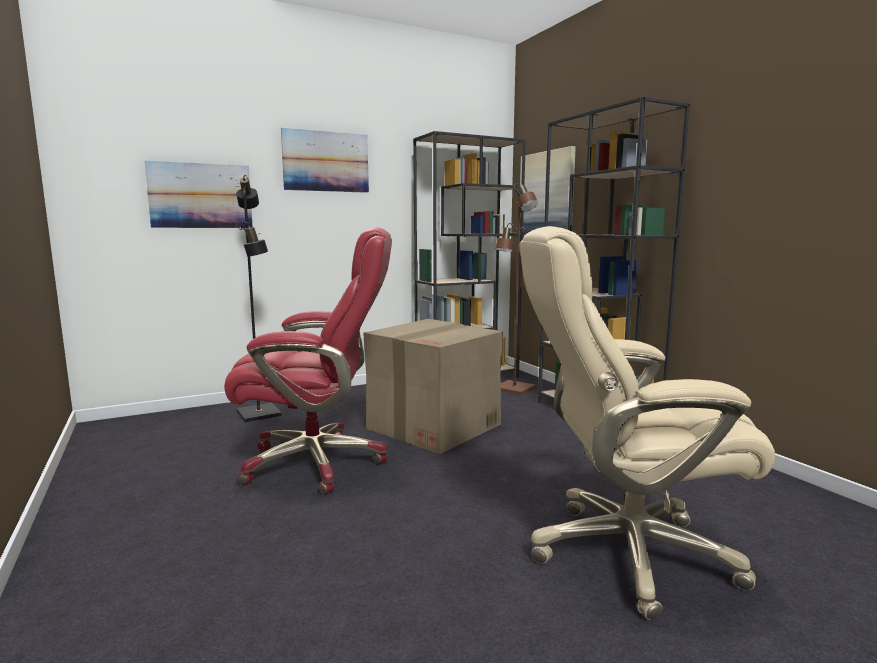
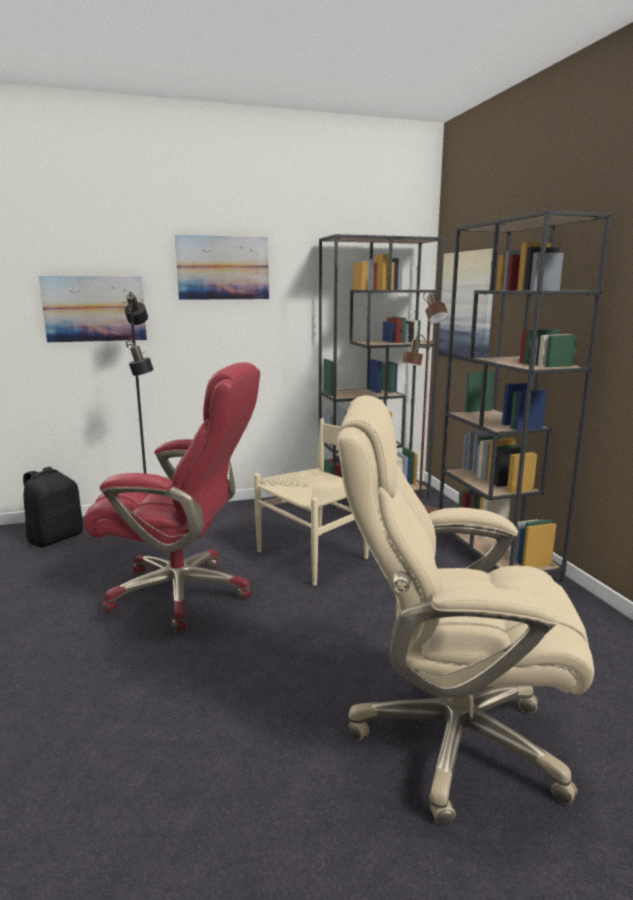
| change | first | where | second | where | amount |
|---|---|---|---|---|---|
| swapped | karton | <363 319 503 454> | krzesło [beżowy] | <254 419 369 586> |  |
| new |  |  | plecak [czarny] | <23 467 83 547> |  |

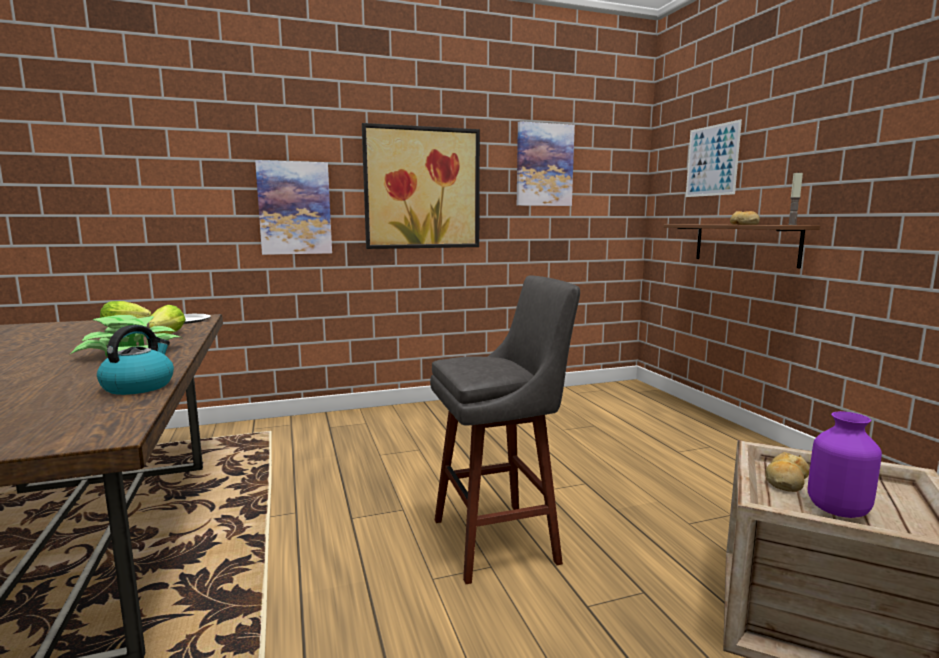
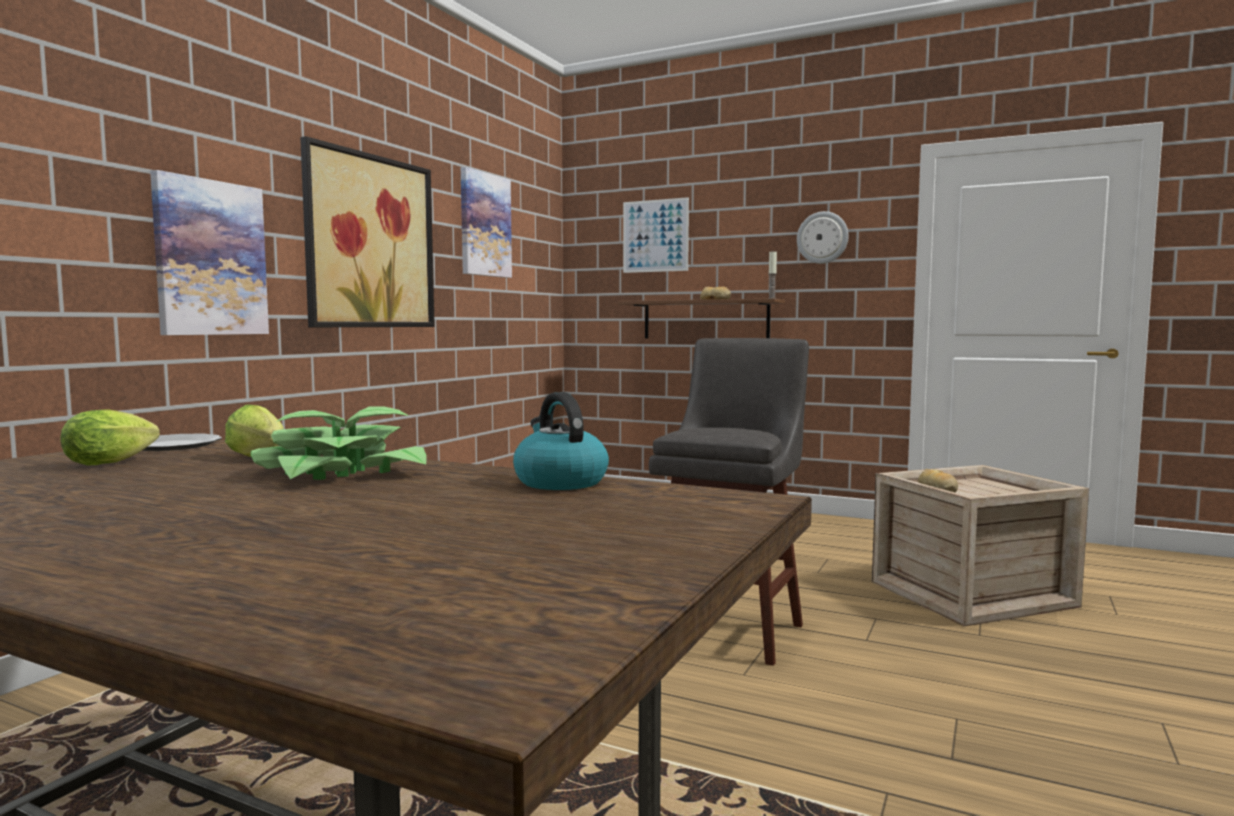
| change | first | where | second | where | amount |
|---|---|---|---|---|---|
| gone | wazon [fioletowy] | <808 411 882 518> |  |  |  |
| new |  |  | zegar ścienny | <797 211 849 264> |  |

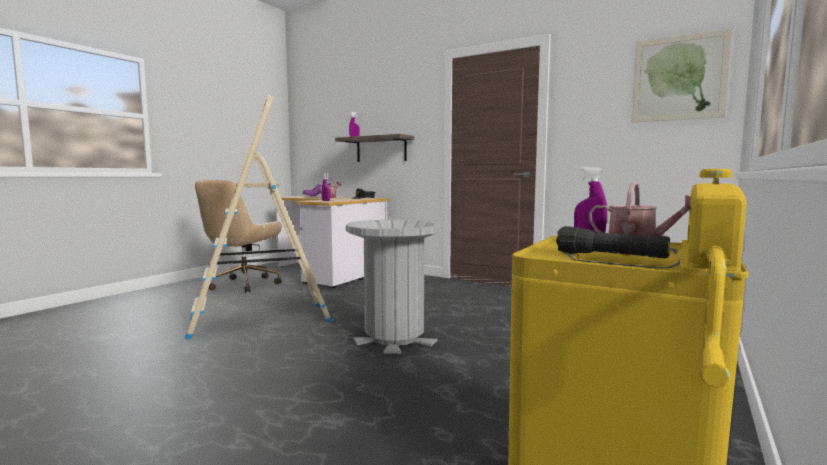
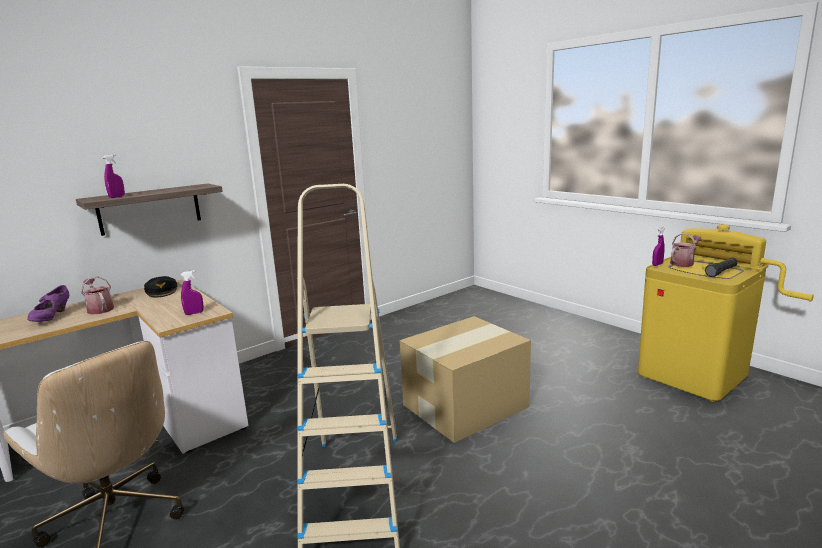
| change | first | where | second | where | amount |
|---|---|---|---|---|---|
| swapped | kosz na śmieci [szary] | <346 220 442 354> | karton | <400 316 531 443> |  |
| gone | obraz | <631 28 732 122> |  |  |  |

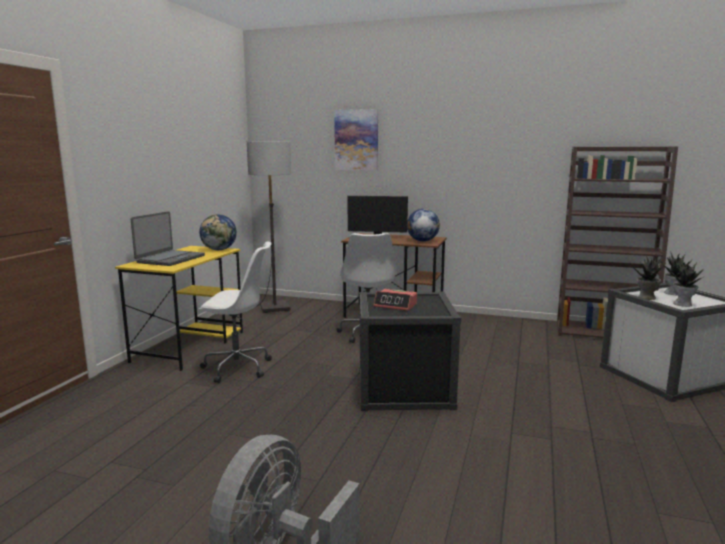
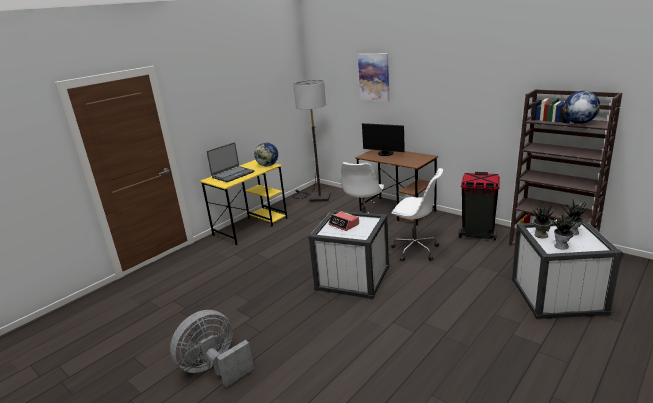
| change | first | where | second | where | amount |
|---|---|---|---|---|---|
| shifted | krzesło biurowe [biały] | <198 241 272 383> |  | <391 168 443 262> |  |
| repainted | pojemnik do przechowywania [czarny] | <359 292 461 411> | pojemnik do przechowywania [biały] | <308 210 389 299> |  |
| shifted | globus | <407 209 440 242> |  | <563 91 600 124> |  |
| new |  |  | kosz na śmieci [czarny] | <459 172 500 241> |  |

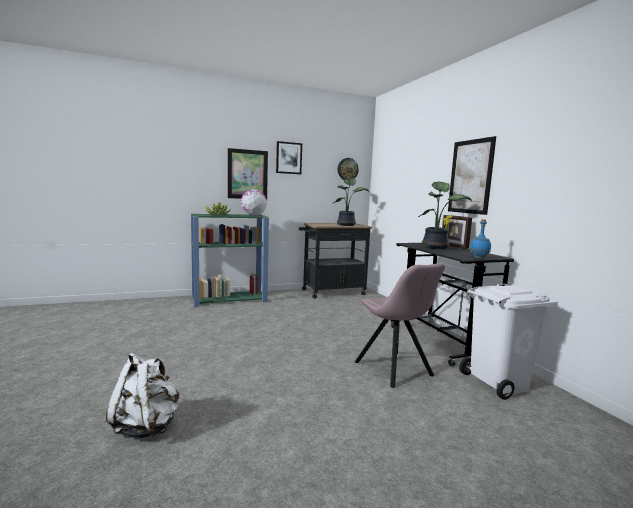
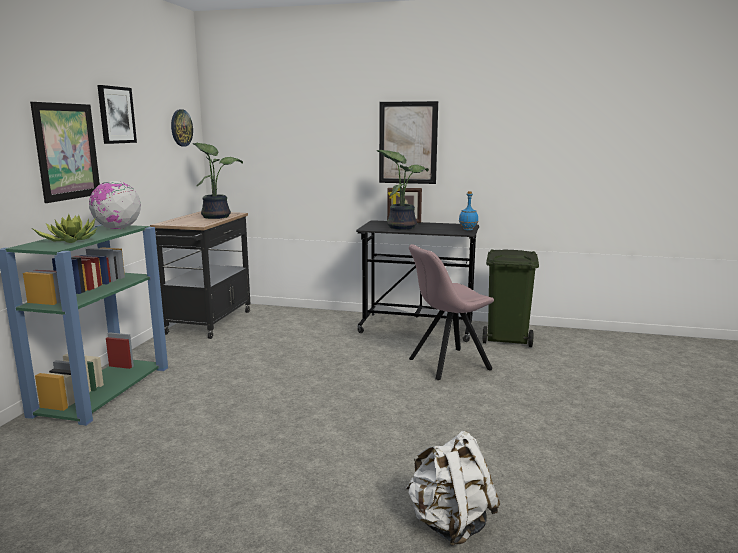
| change | first | where | second | where | amount |
|---|---|---|---|---|---|
| rotated | krzesło [różowy] | <355 263 445 388> |  | <409 244 494 380> | 150 degrees clockwise |
| repainted | kosz na śmieci [biały] | <459 284 558 400> | kosz na śmieci [zielony] | <482 249 539 347> |  |

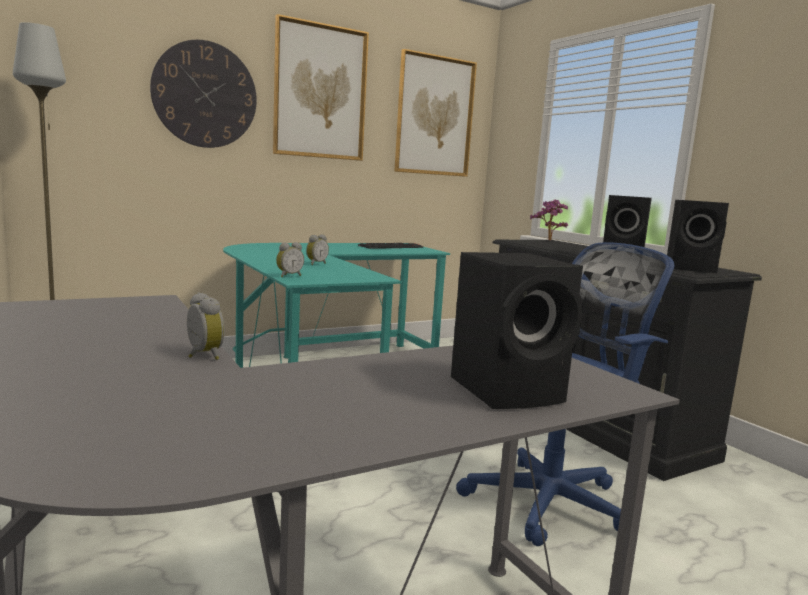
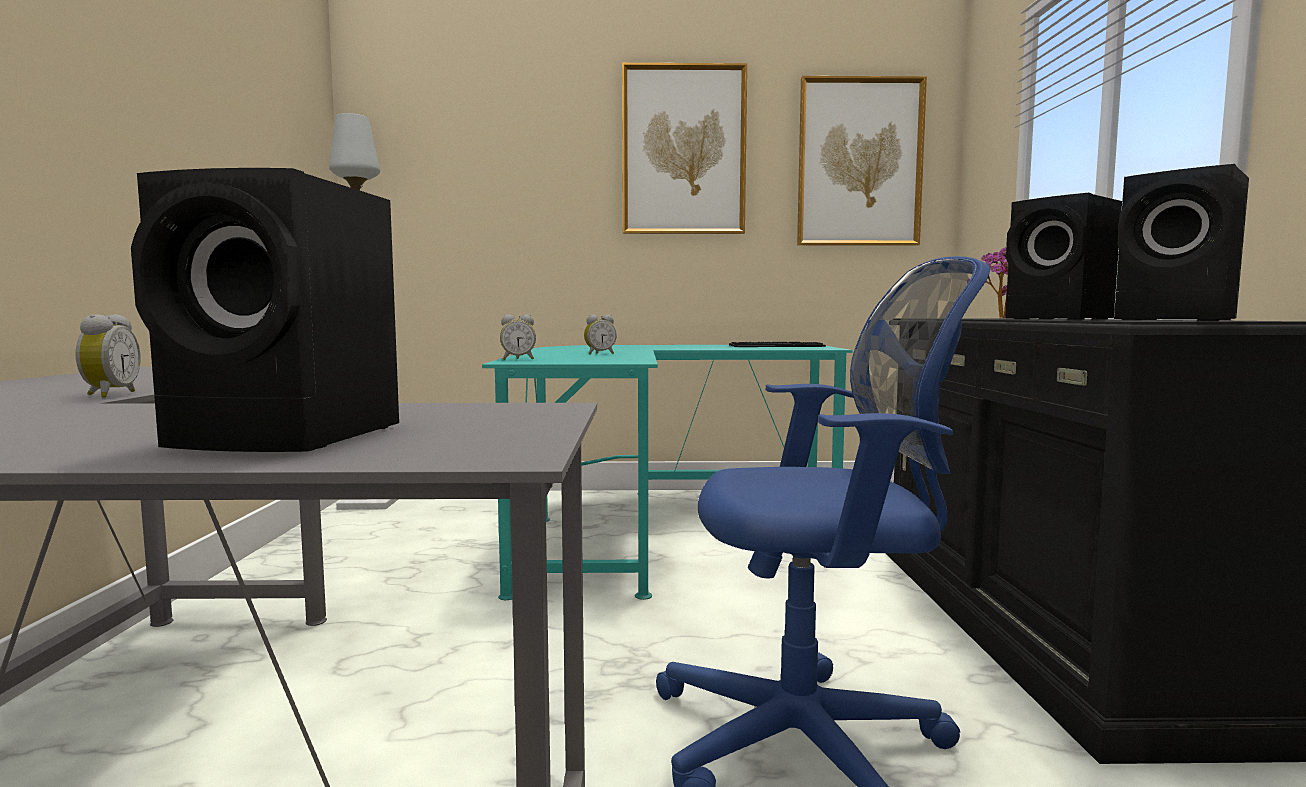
| change | first | where | second | where | amount |
|---|---|---|---|---|---|
| gone | zegar ścienny | <150 40 257 148> |  |  |  |

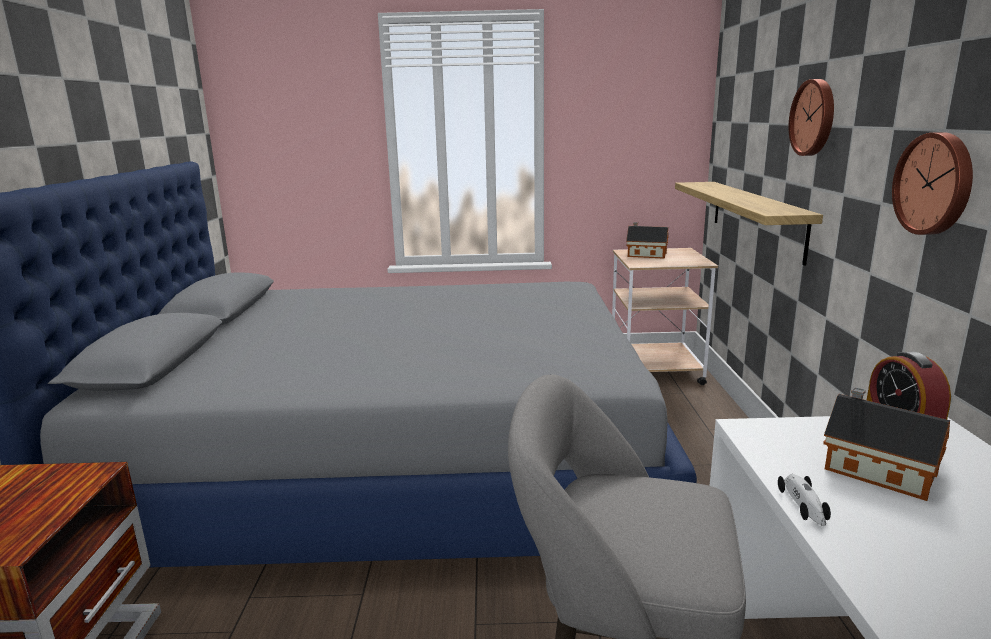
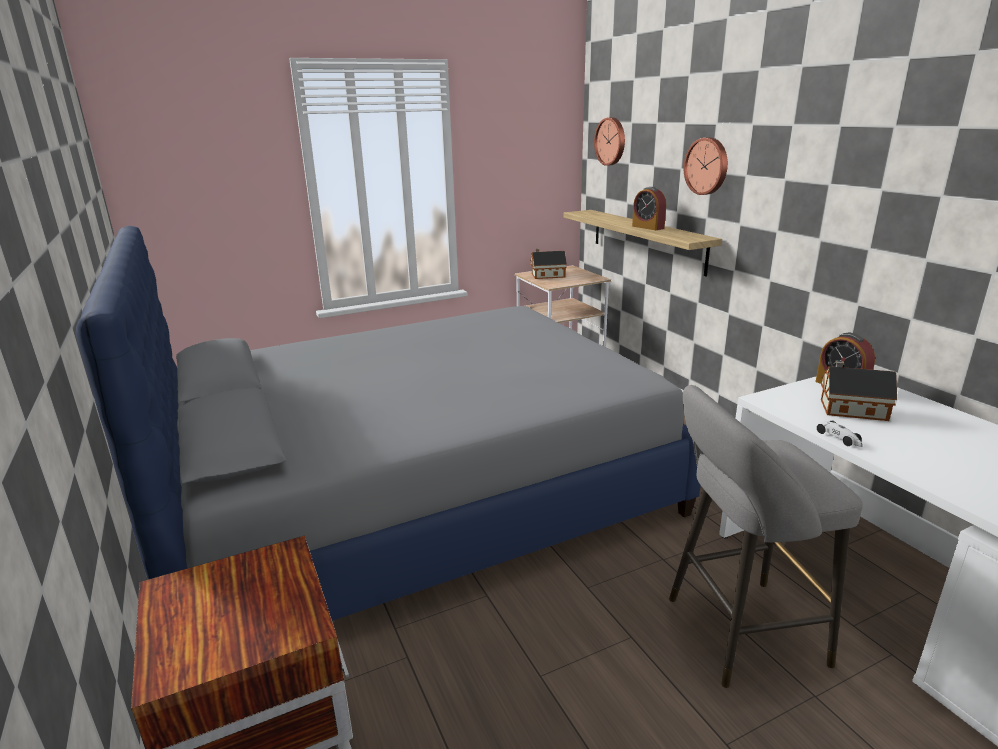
| change | first | where | second | where | amount |
|---|---|---|---|---|---|
| shifted | zegar ścienny | <892 132 973 235> |  | <594 117 625 166> |  |
| new |  |  | budzik | <632 187 666 230> |  |

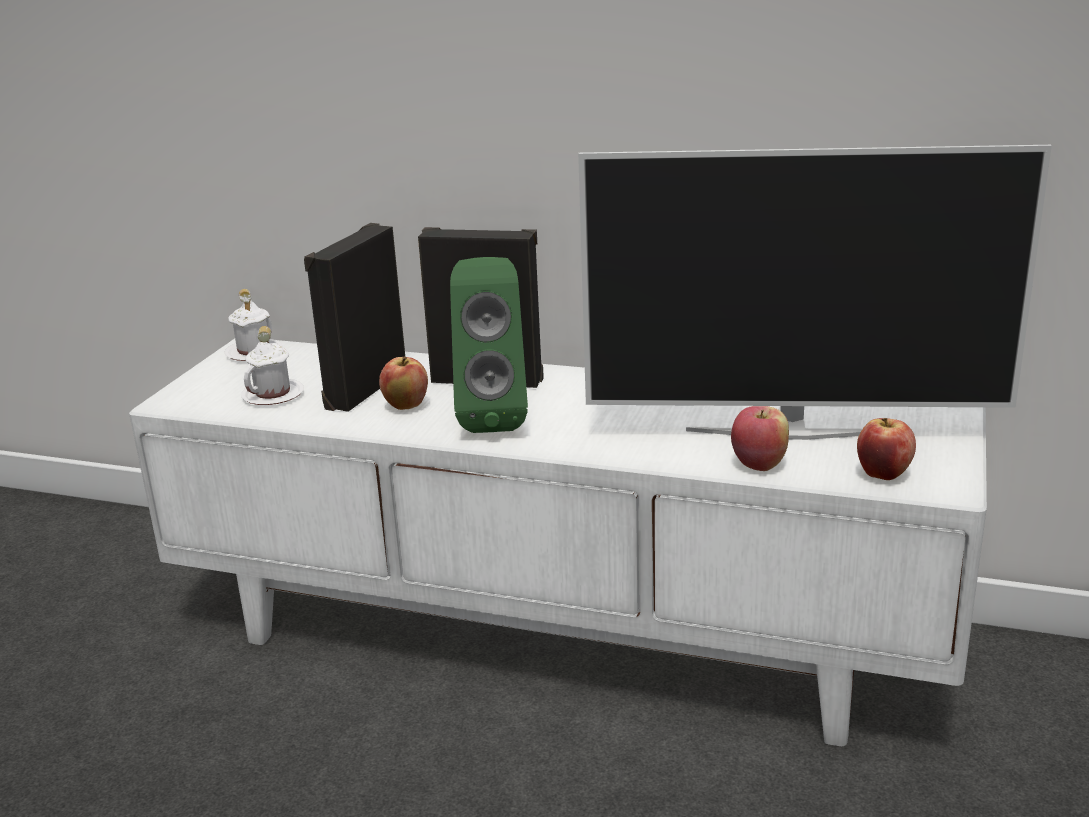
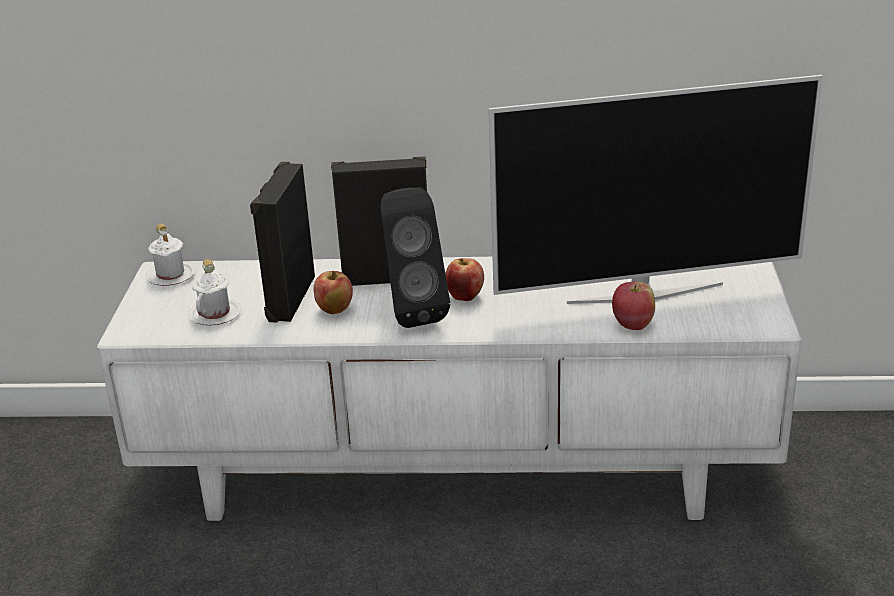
| change | first | where | second | where | amount |
|---|---|---|---|---|---|
| repainted | głośnik [zielony] | <450 257 528 433> | głośnik [czarny] | <381 188 450 328> |  |
| shifted | jabłko | <857 418 916 480> |  | <445 258 484 301> |  |

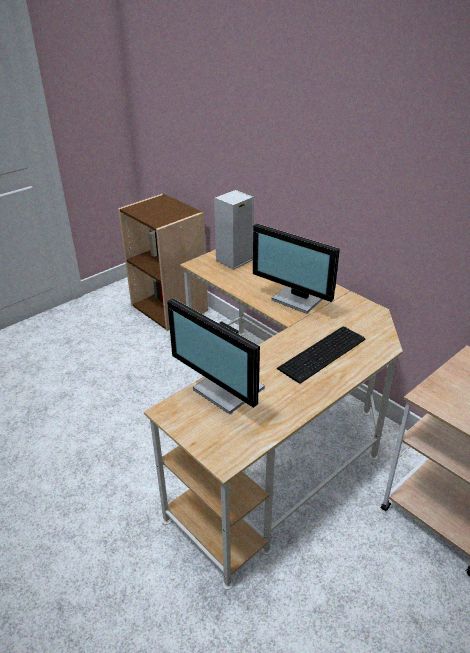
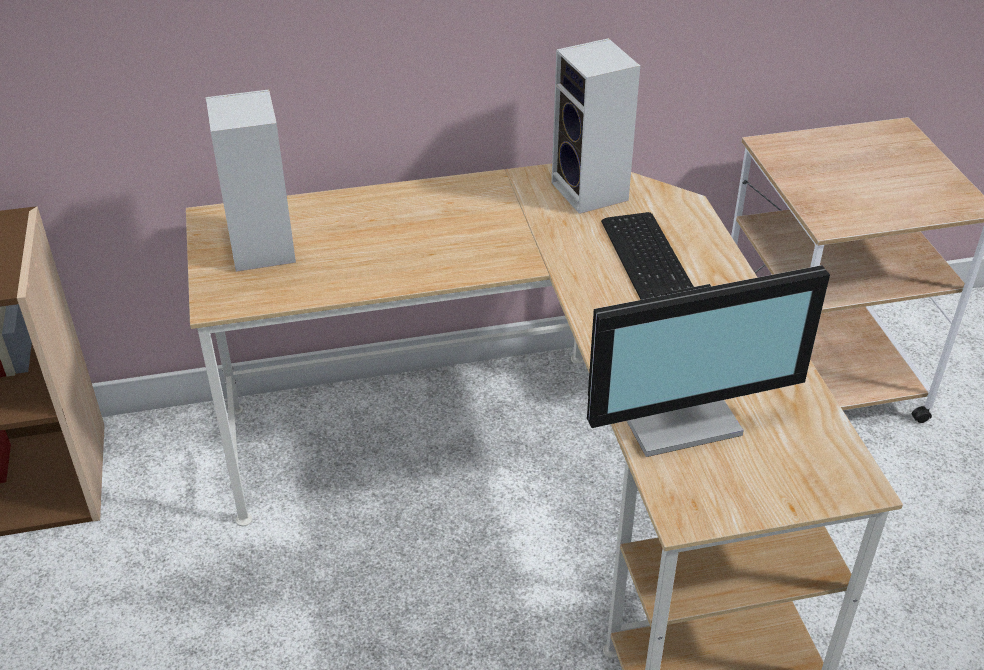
| change | first | where | second | where | amount |
|---|---|---|---|---|---|
| gone | monitor | <253 224 340 314> |  |  |  |
| new |  |  | głośnik | <552 38 640 214> |  |

